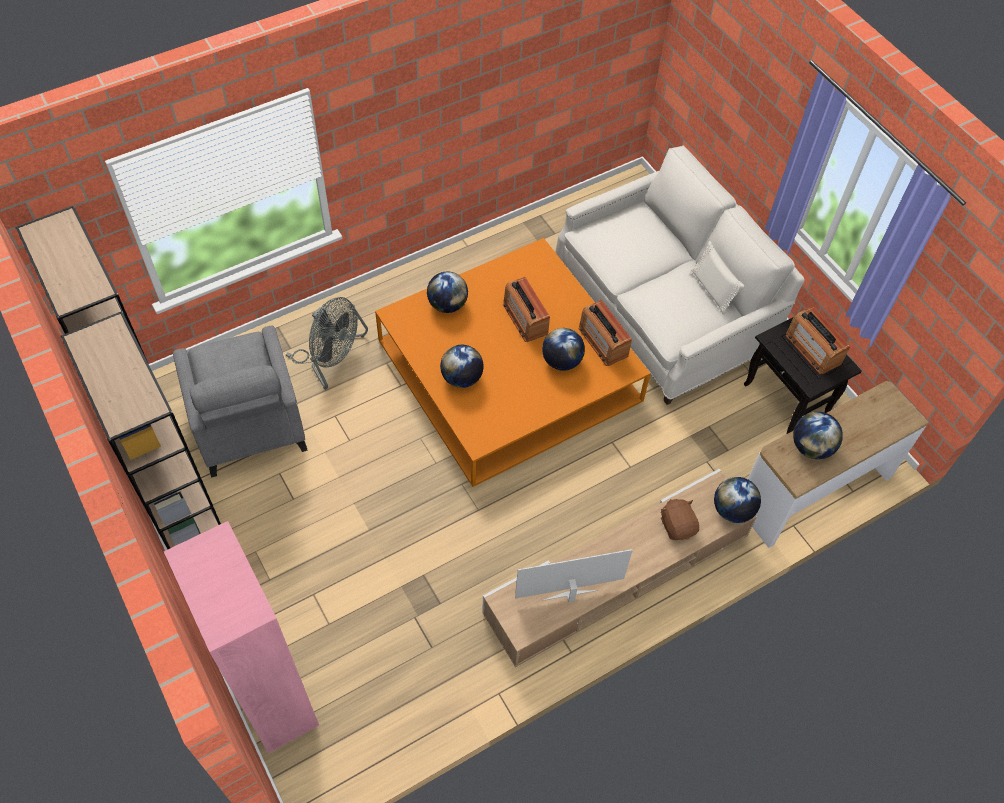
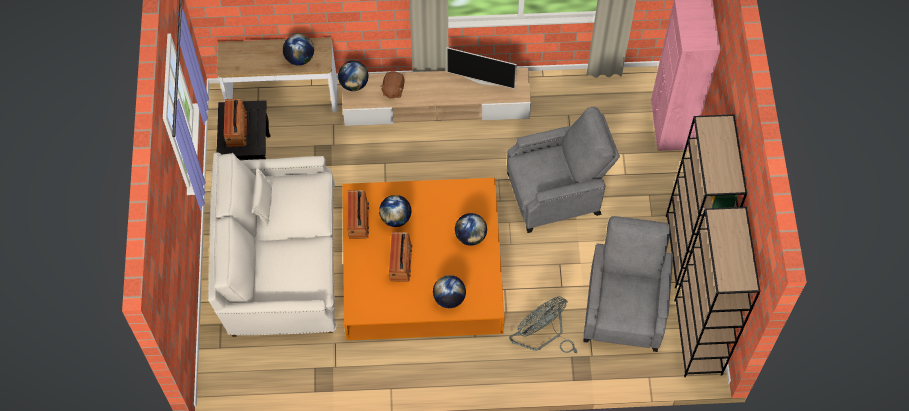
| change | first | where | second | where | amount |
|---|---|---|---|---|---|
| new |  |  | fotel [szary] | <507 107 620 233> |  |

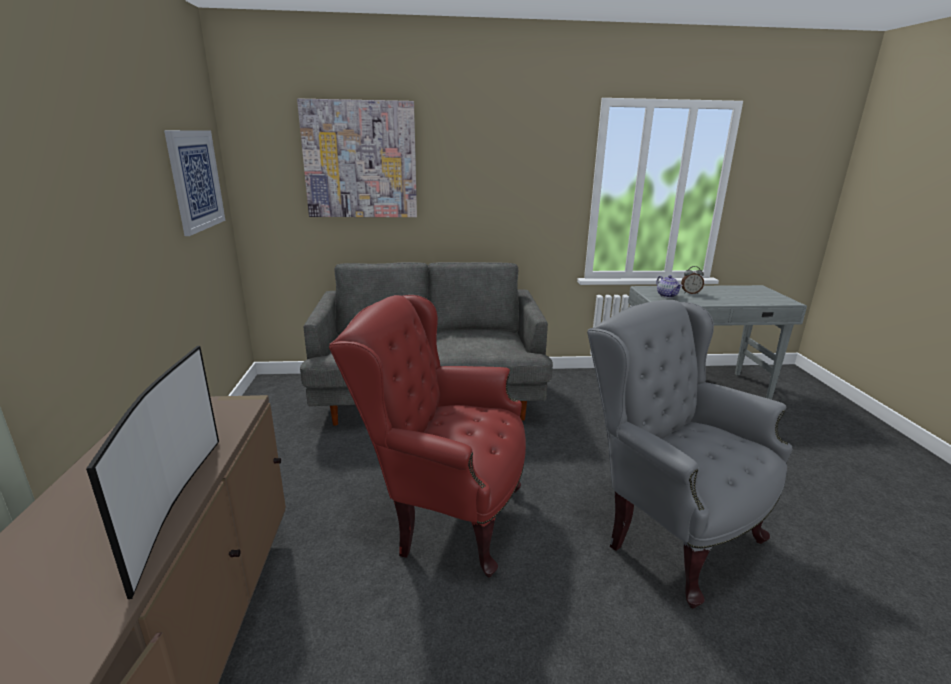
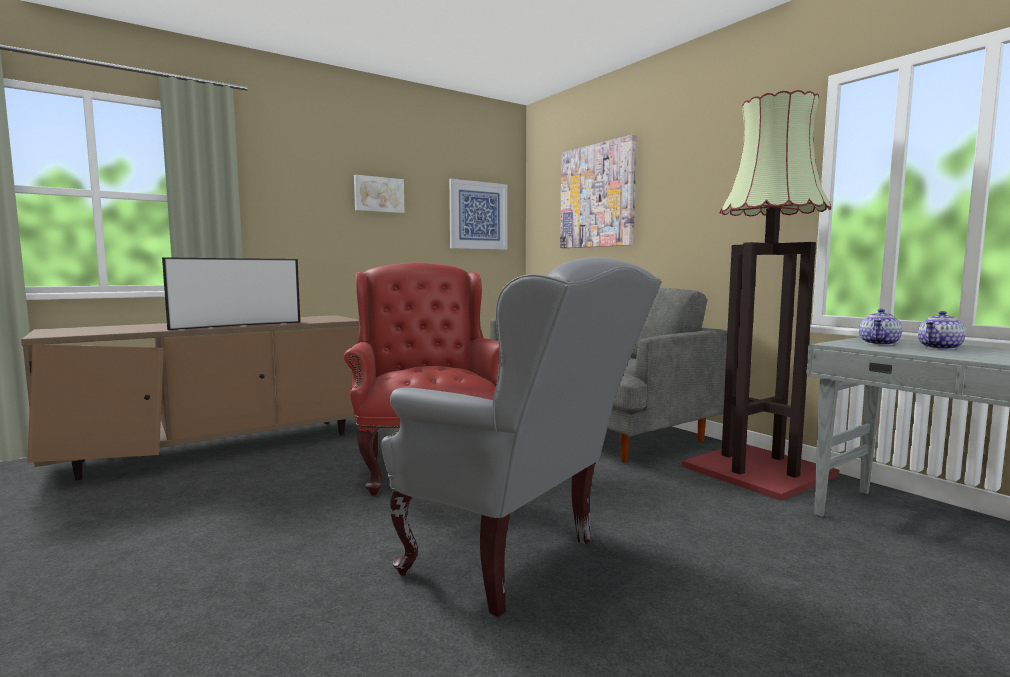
| change | first | where | second | where | amount |
|---|---|---|---|---|---|
| rotated | fotel [szary] | <587 300 792 608> |  | <381 257 661 617> | 105 degrees clockwise |
| swapped | budzik | <681 266 704 294> | imbryk | <918 311 966 350> |  |
| new |  |  | obraz | <354 175 405 213> |  |
| new |  |  | lampa stojąca | <681 90 839 501> |  |

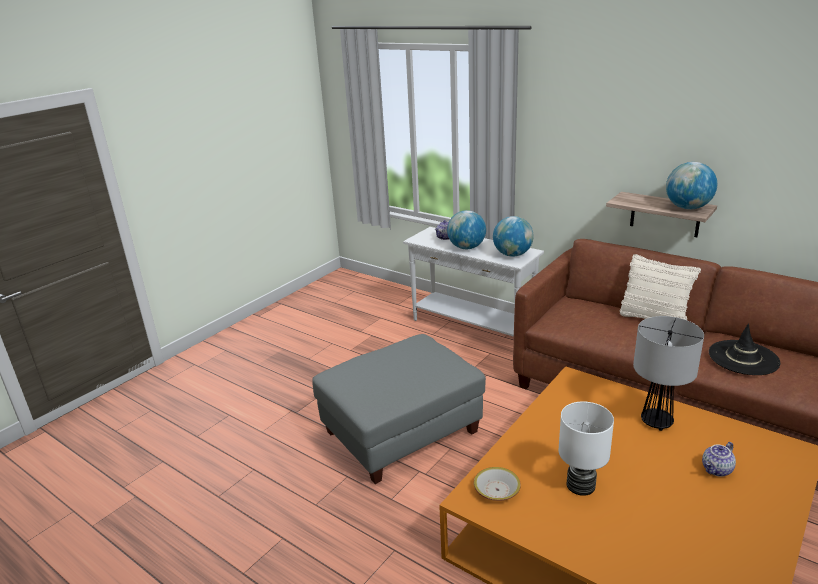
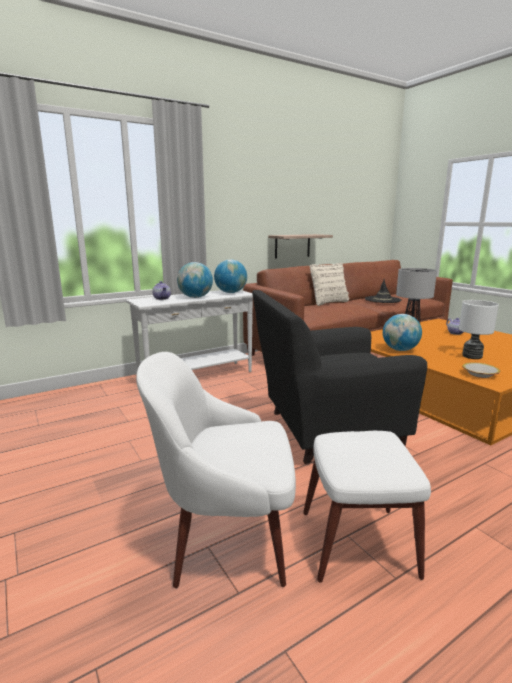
| change | first | where | second | where | amount |
|---|---|---|---|---|---|
| swapped | pufa [szary] | <312 334 486 484> | fotel [czarny] | <252 290 427 464> |  |
| shifted | globus | <666 162 717 209> |  | <383 314 422 351> |  |
| new |  |  | fotel [biały] | <136 352 431 588> |  |

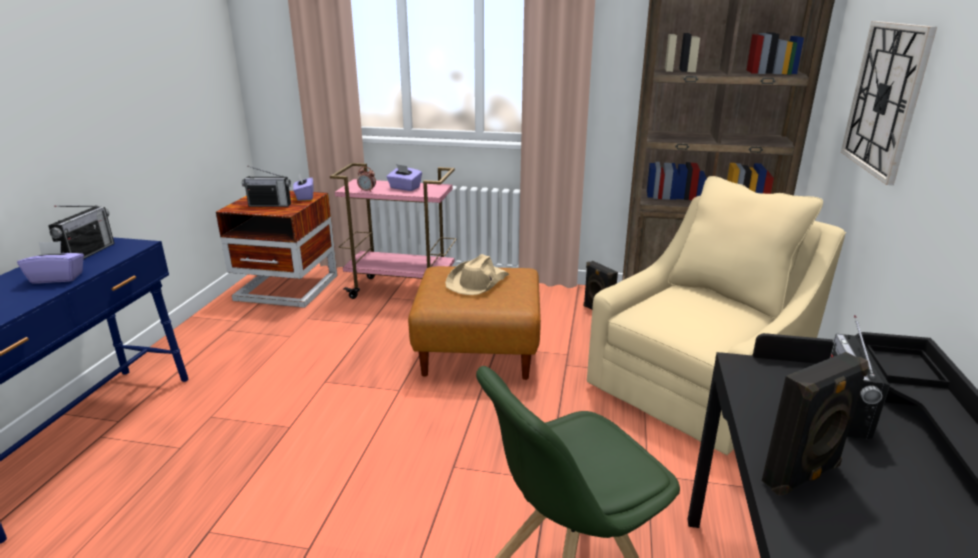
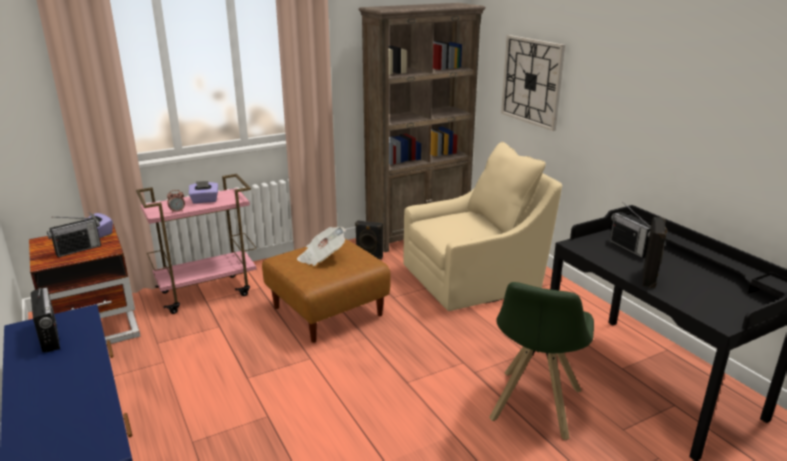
| change | first | where | second | where | amount |
|---|---|---|---|---|---|
| gone | pudełko chusteczek [fioletowy] | <17 241 84 284> |  |  |  |
| swapped | kapelusz [beżowy] | <445 254 509 295> | gazeta | <297 227 345 266> |  |
| rotated | fotel [beżowy] | <587 176 846 455> |  | <403 142 562 311> | 60 degrees clockwise |

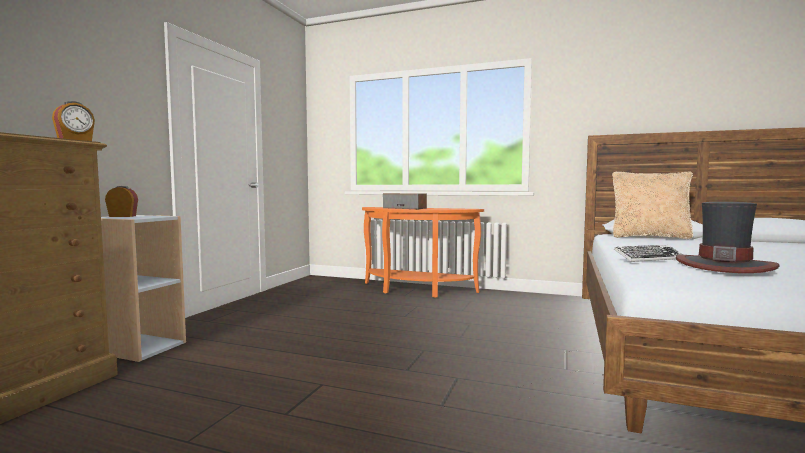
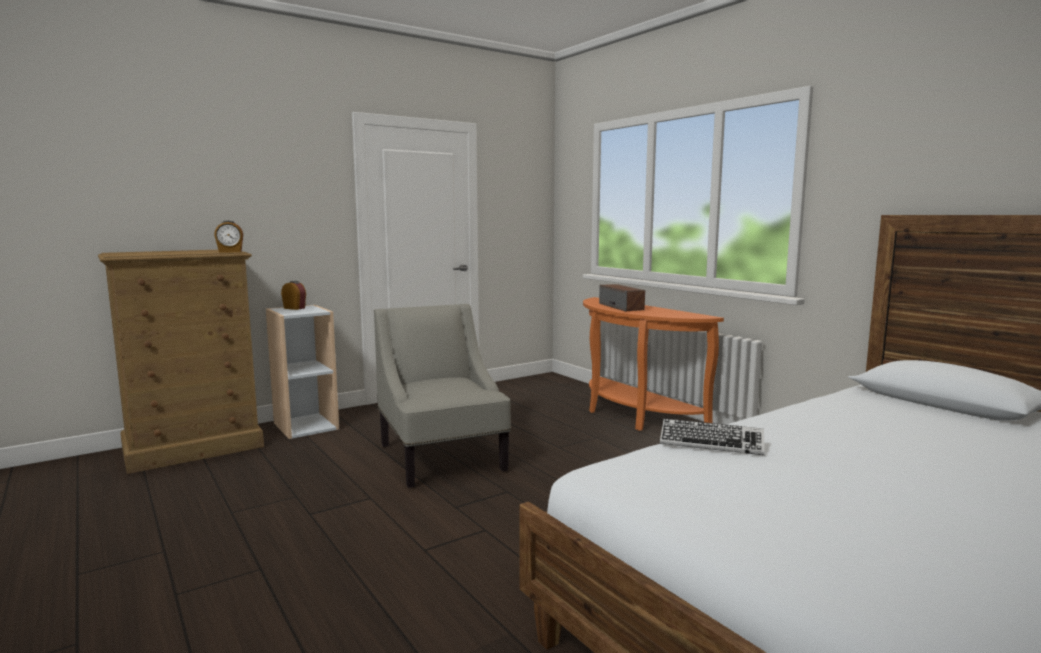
| change | first | where | second | where | amount |
|---|---|---|---|---|---|
| gone | poduszka [beżowy] | <612 171 693 239> |  |  |  |
| gone | kapelusz | <676 202 780 273> |  |  |  |
| new |  |  | fotel [szary] | <374 304 511 488> |  |

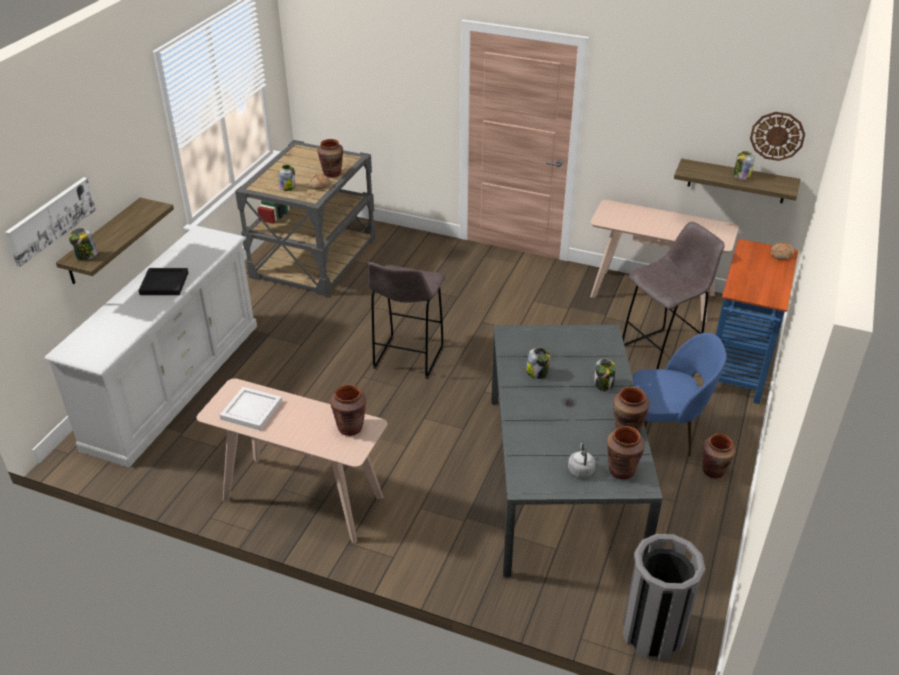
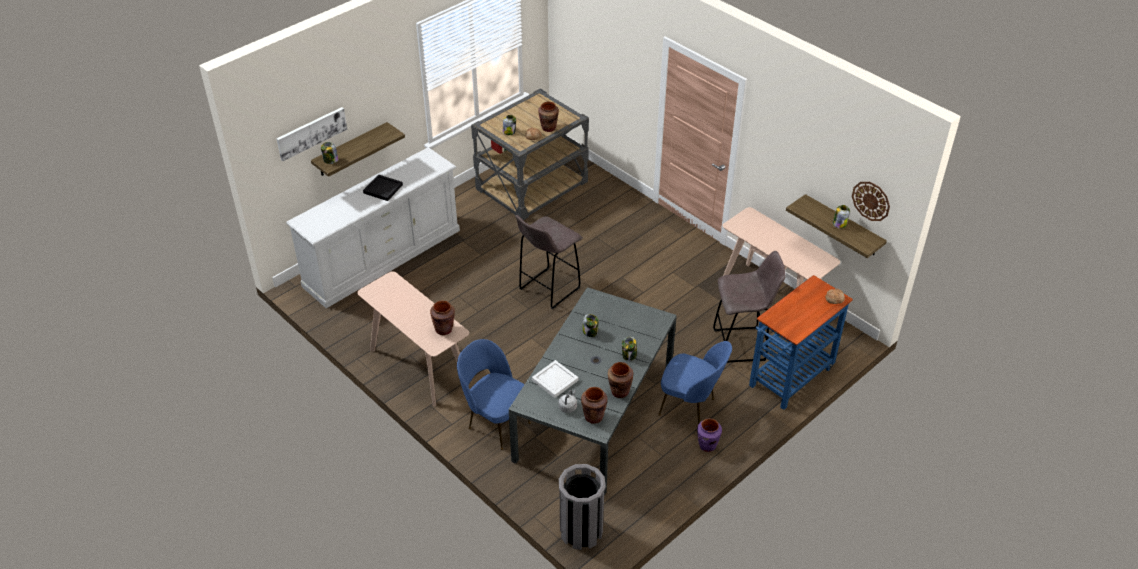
| change | first | where | second | where | amount |
|---|---|---|---|---|---|
| shifted | taca [biały] | <220 387 282 431> |  | <532 360 579 398> |  |
| repainted | wazon [brązowy] | <702 434 736 479> | wazon [fioletowy] | <697 418 722 452> |  |
| new |  |  | krzesło [niebieski] | <457 339 531 450> |  |

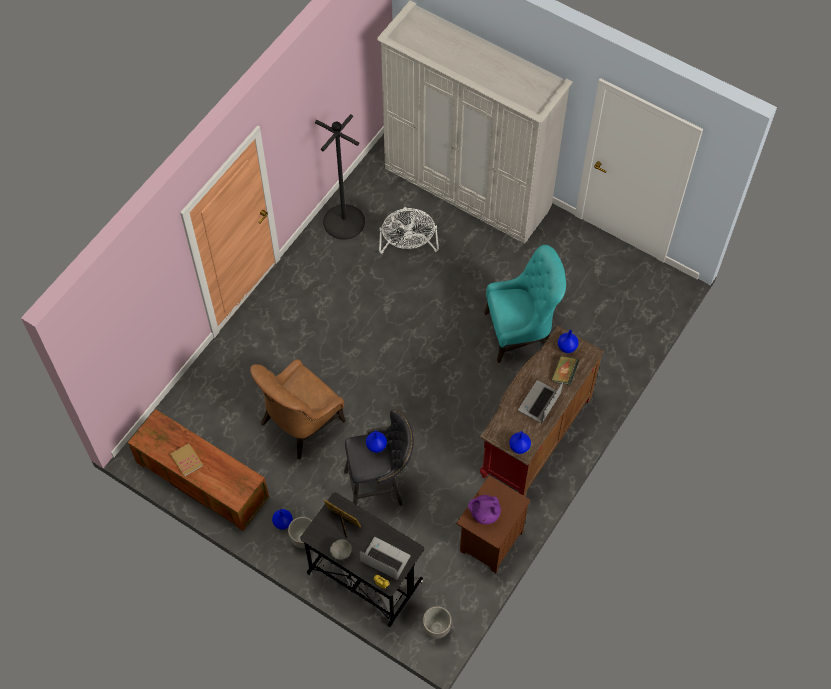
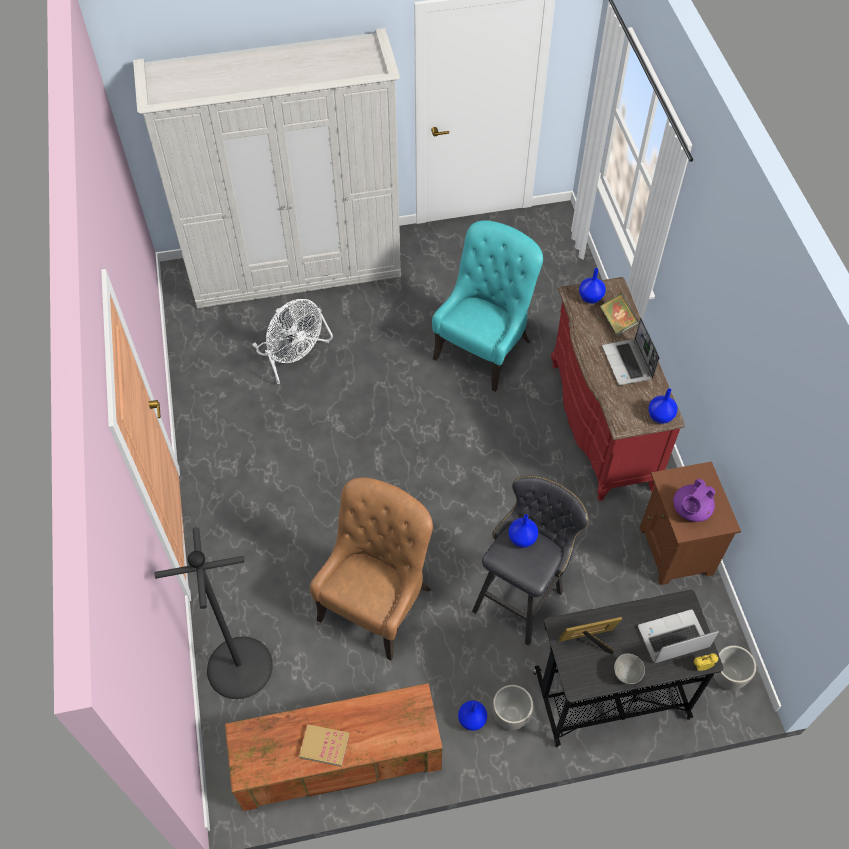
| change | first | where | second | where | amount |
|---|---|---|---|---|---|
| rotated | krzesło [brązowy] | <250 359 346 460> |  | <310 477 433 661> | 150 degrees counterclockwise |
| shifted | wieszak [czarny] | <315 114 365 240> |  | <154 527 273 699> |  |

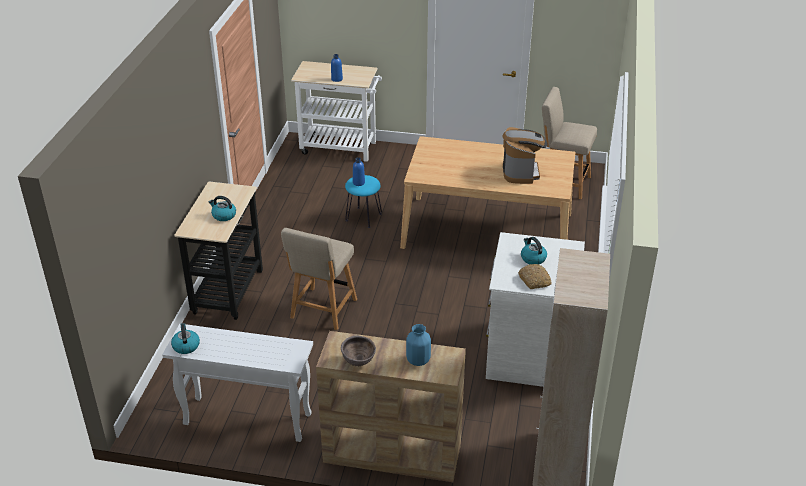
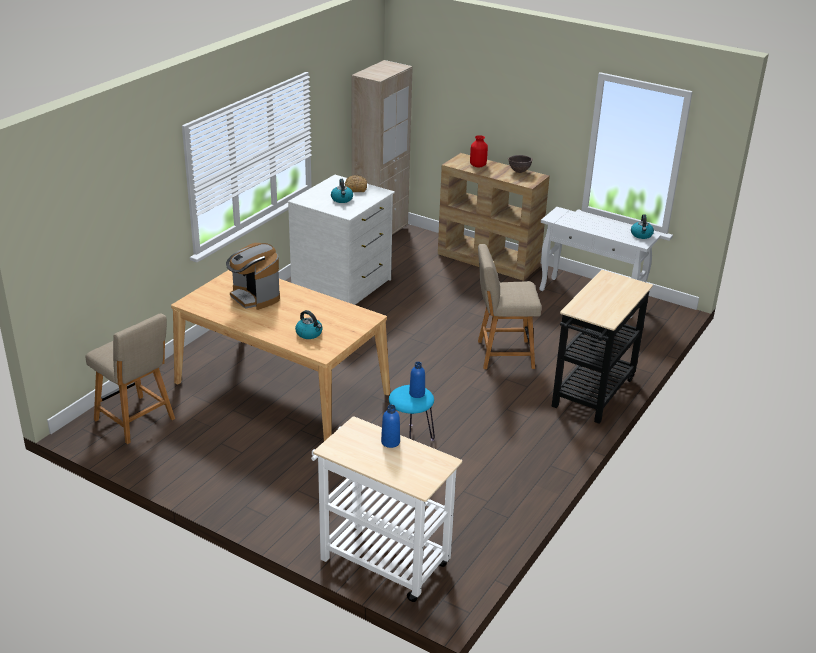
| change | first | where | second | where | amount |
|---|---|---|---|---|---|
| shifted | czajnik | <209 196 236 221> |  | <295 310 323 339> |  |
| rotated | krzesło [beżowy] | <281 228 357 330> |  | <478 244 541 369> | 135 degrees counterclockwise |
| repainted | wazon [niebieski] | <406 324 431 366> | wazon [czerwony] | <470 135 488 167> |  |
| rotated | ekspres do kawy | <502 127 547 184> |  | <226 243 280 310> | 60 degrees counterclockwise |

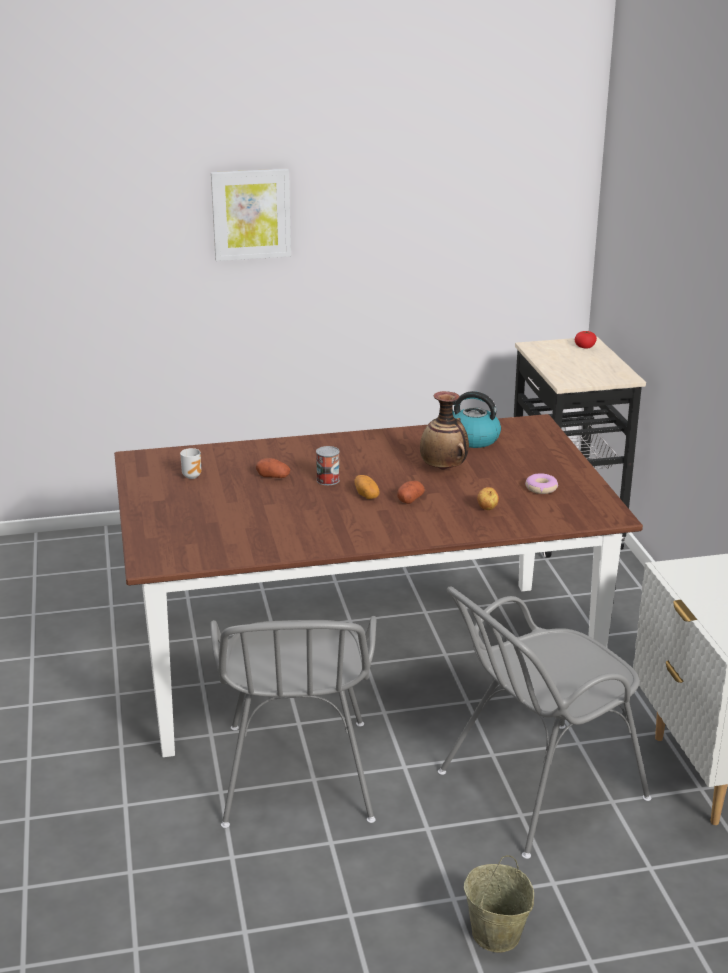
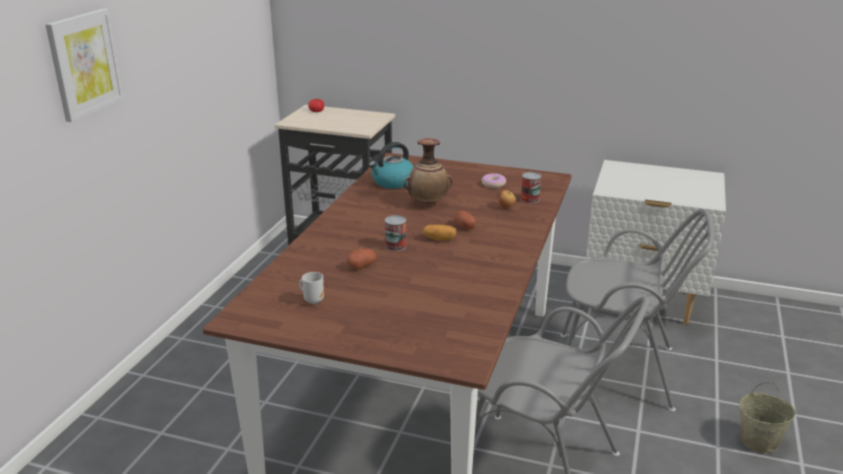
| change | first | where | second | where | amount |
|---|---|---|---|---|---|
| rotated | krzesło [szary] | <438 586 651 859> |  | <560 209 714 412> | 75 degrees counterclockwise |
| new |  |  | puszka | <521 172 541 203> |  |

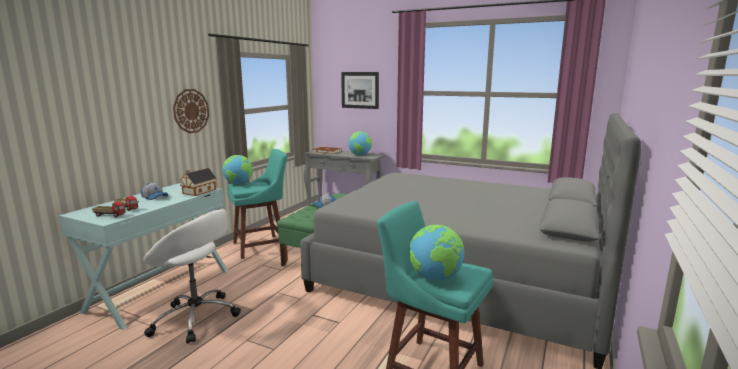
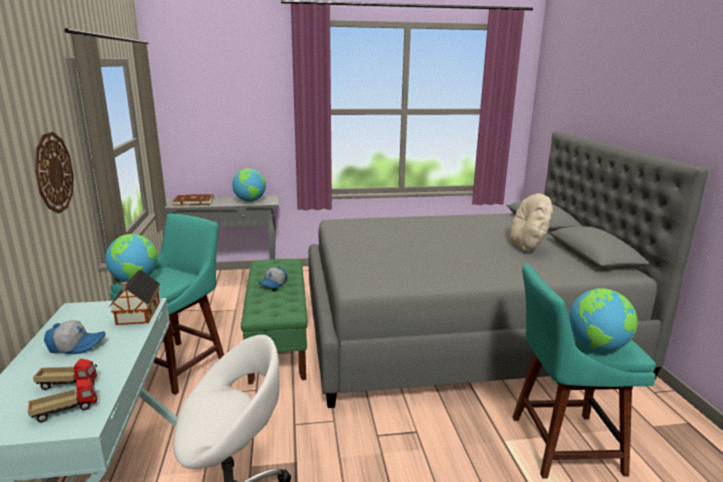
| change | first | where | second | where | amount |
|---|---|---|---|---|---|
| gone | obraz | <341 72 379 109> |  |  |  |
| new |  |  | poduszka [beżowy] | <510 193 553 252> |  |

